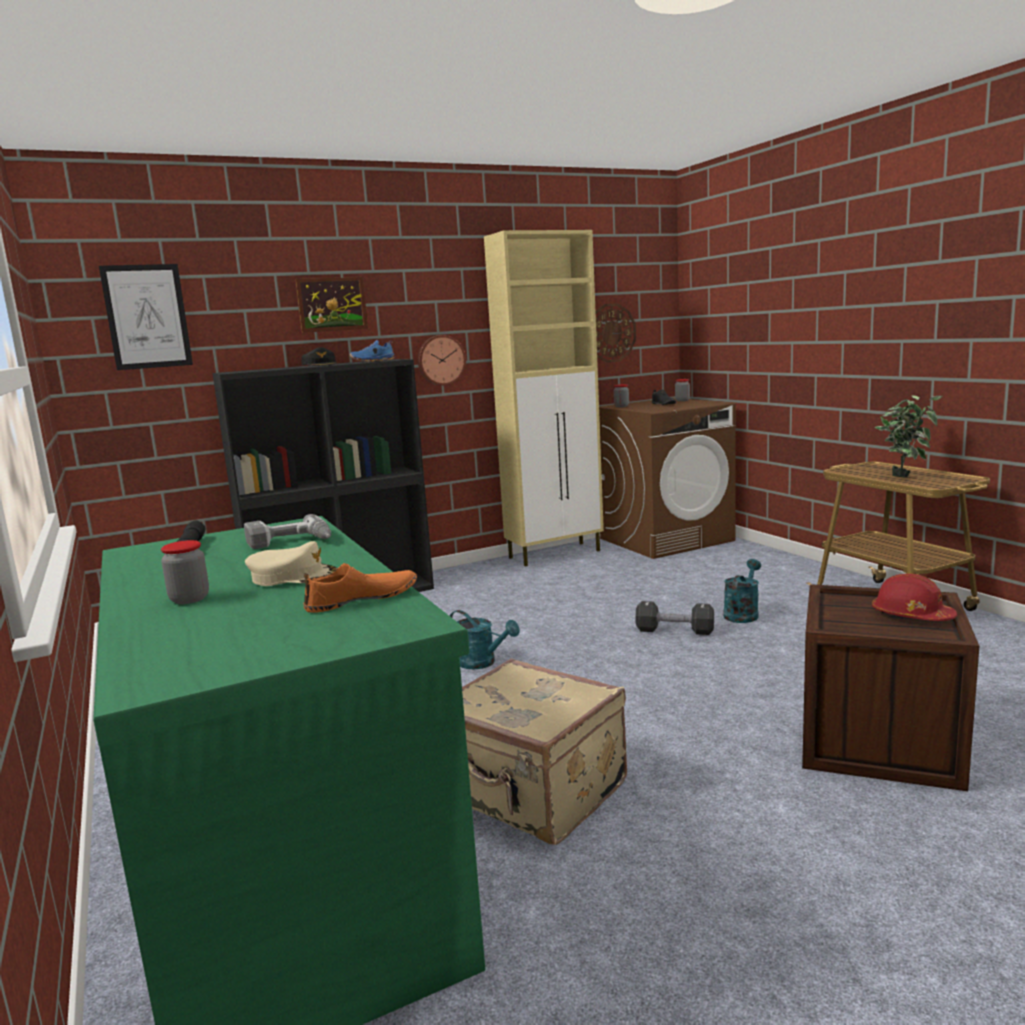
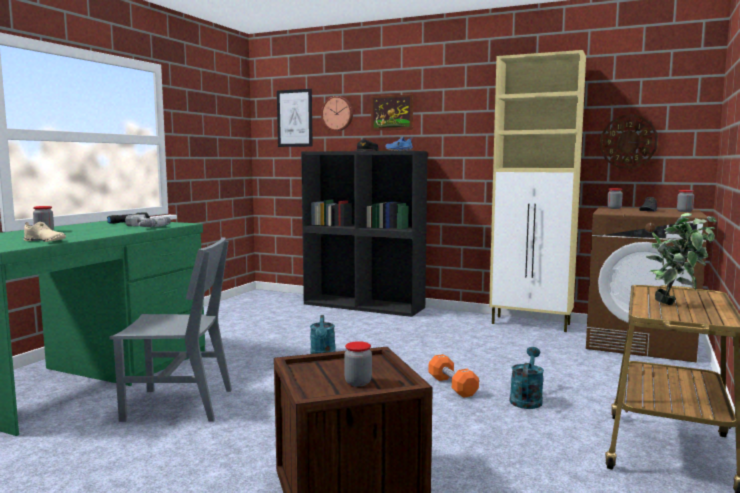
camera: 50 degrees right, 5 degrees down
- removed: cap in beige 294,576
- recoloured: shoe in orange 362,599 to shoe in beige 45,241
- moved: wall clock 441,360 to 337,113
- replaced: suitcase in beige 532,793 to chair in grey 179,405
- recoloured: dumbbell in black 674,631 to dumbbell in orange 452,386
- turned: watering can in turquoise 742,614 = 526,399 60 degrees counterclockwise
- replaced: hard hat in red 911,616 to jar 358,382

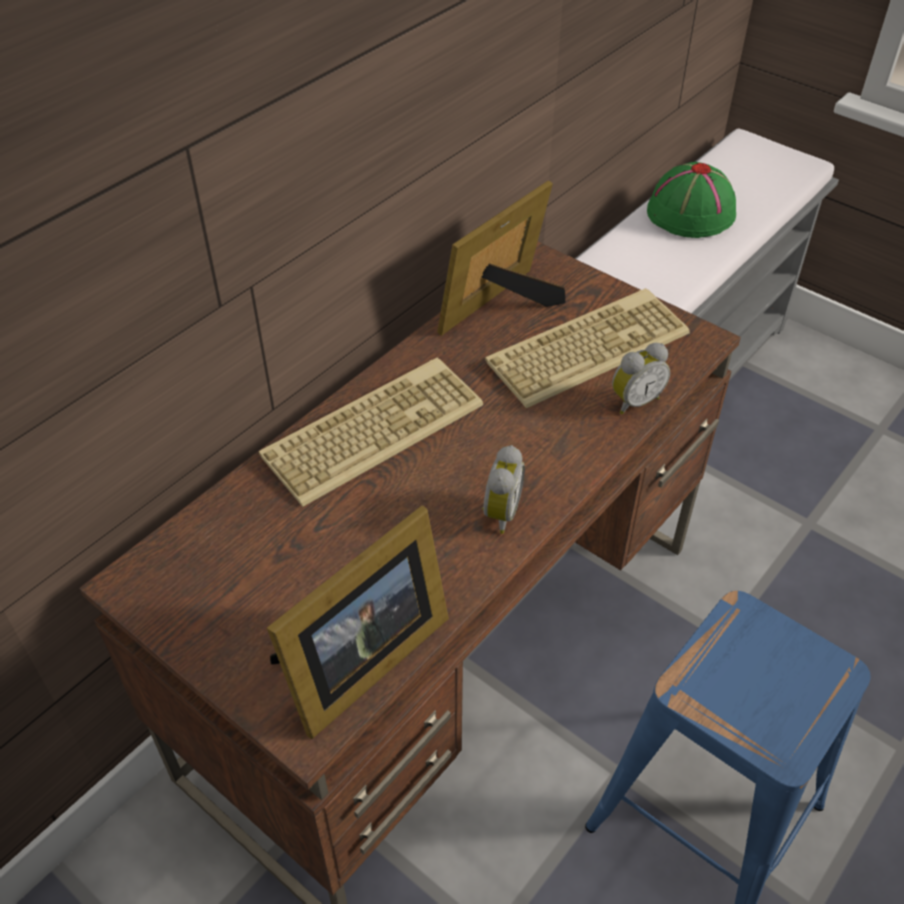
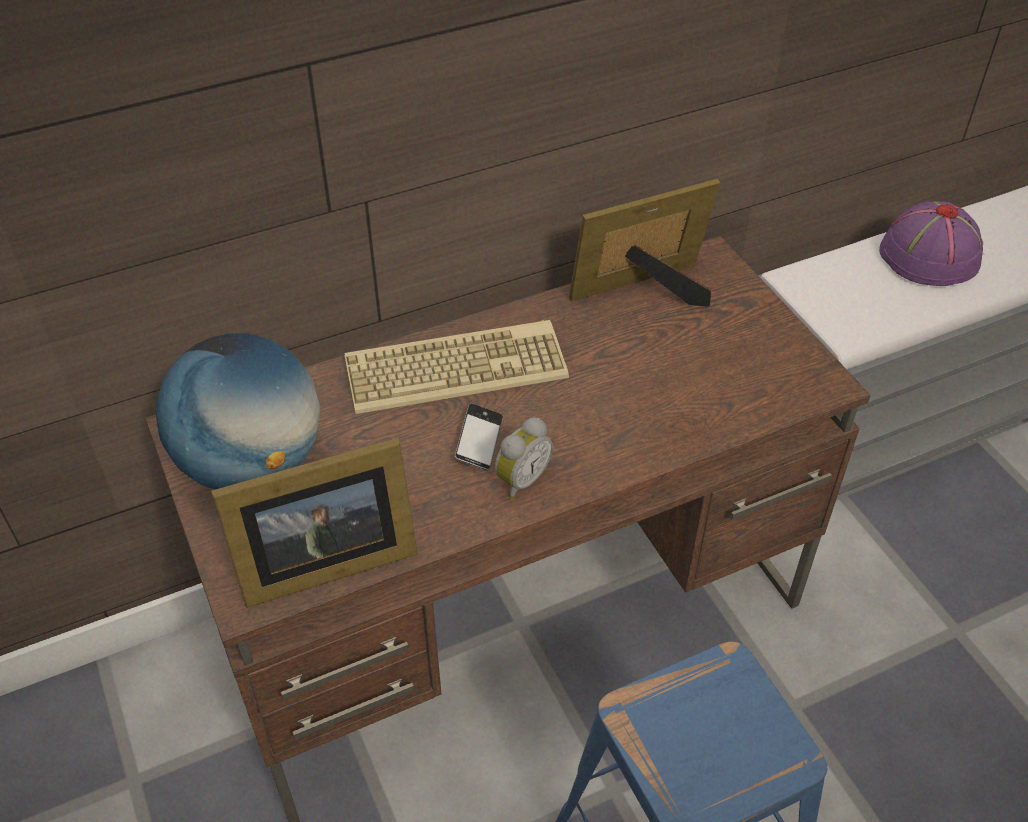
camera: 25 degrees right, 0 degrees up
- removed: keyboard 587,346
- removed: alarm clock 634,401
- recoloured: hat in green 690,214 to hat in purple 928,256
- added: globe 252,464
- added: phone 479,441

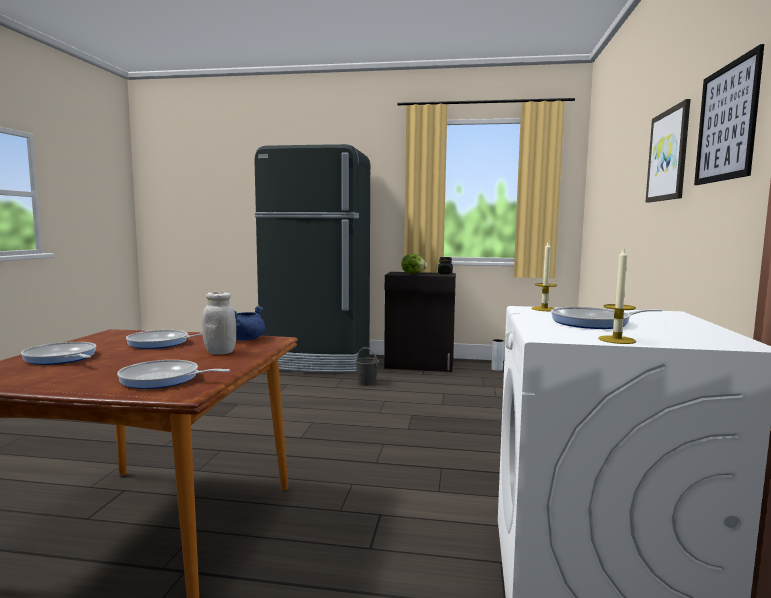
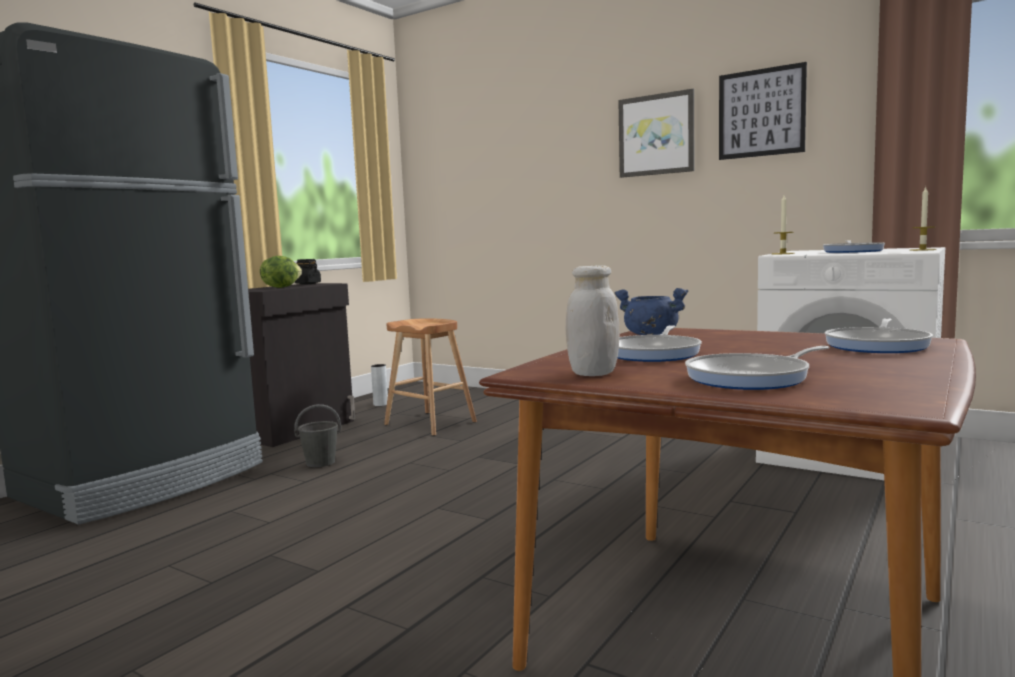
camera: 65 degrees left, 0 degrees up
- moved: jar in white 220,352 to 593,373
- added: stool in brown 430,423

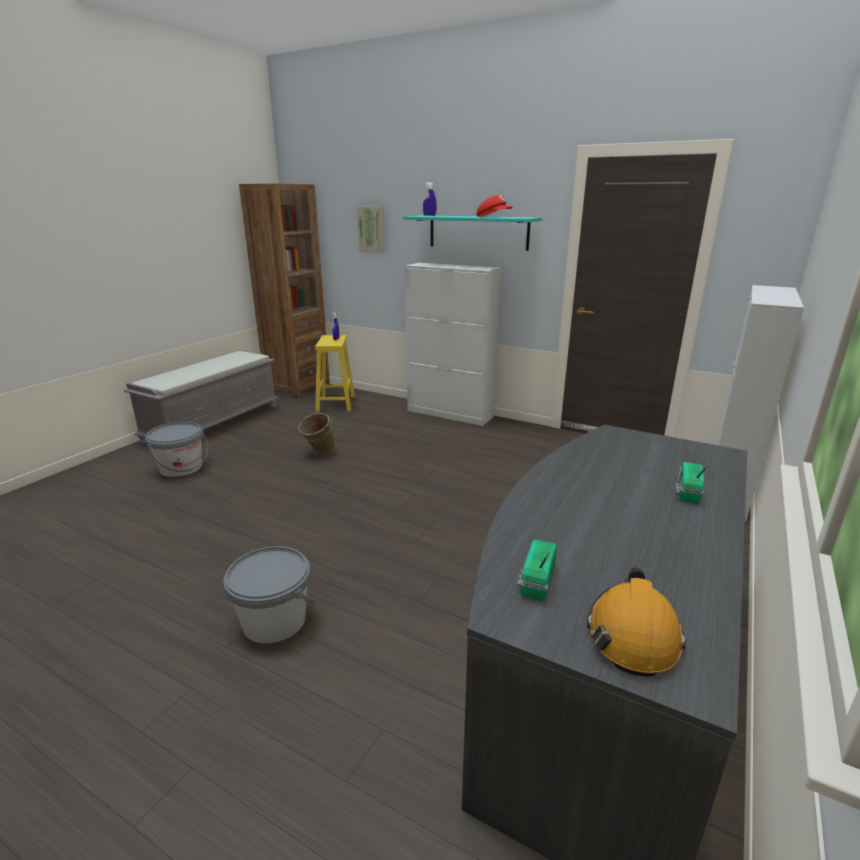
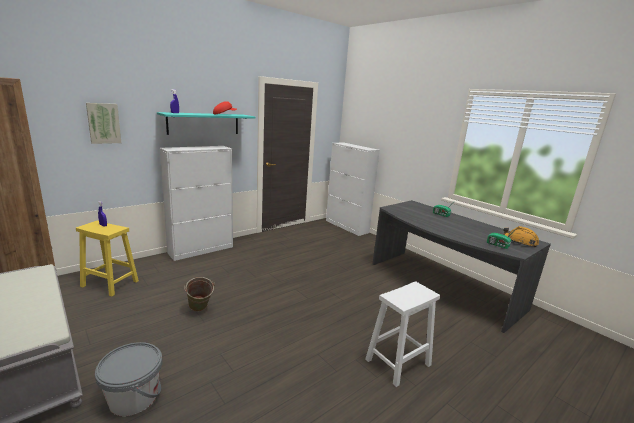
camera: 70 degrees left, 5 degrees down
- replaced: bucket in grey 274,620 to stool in white 397,363

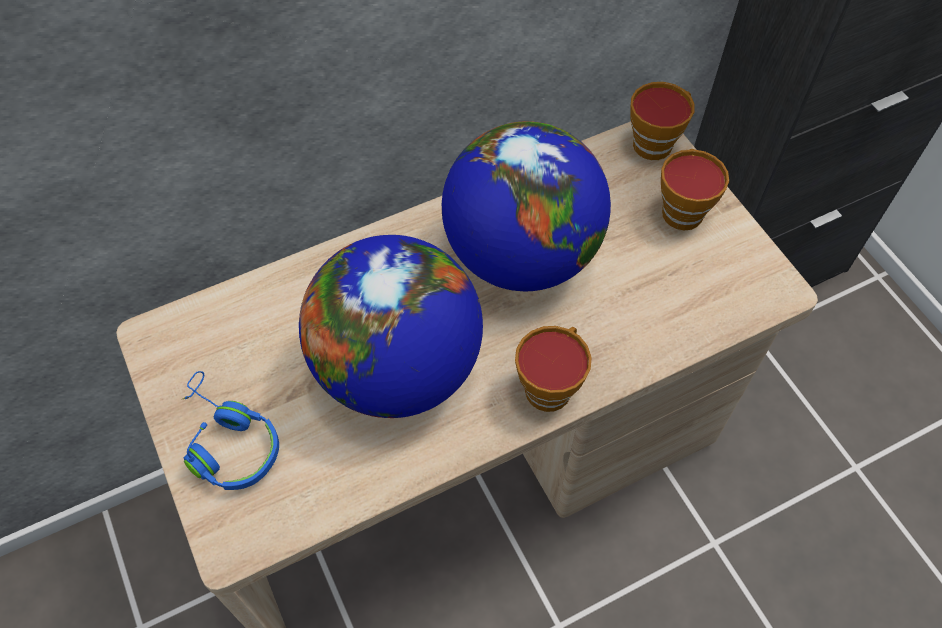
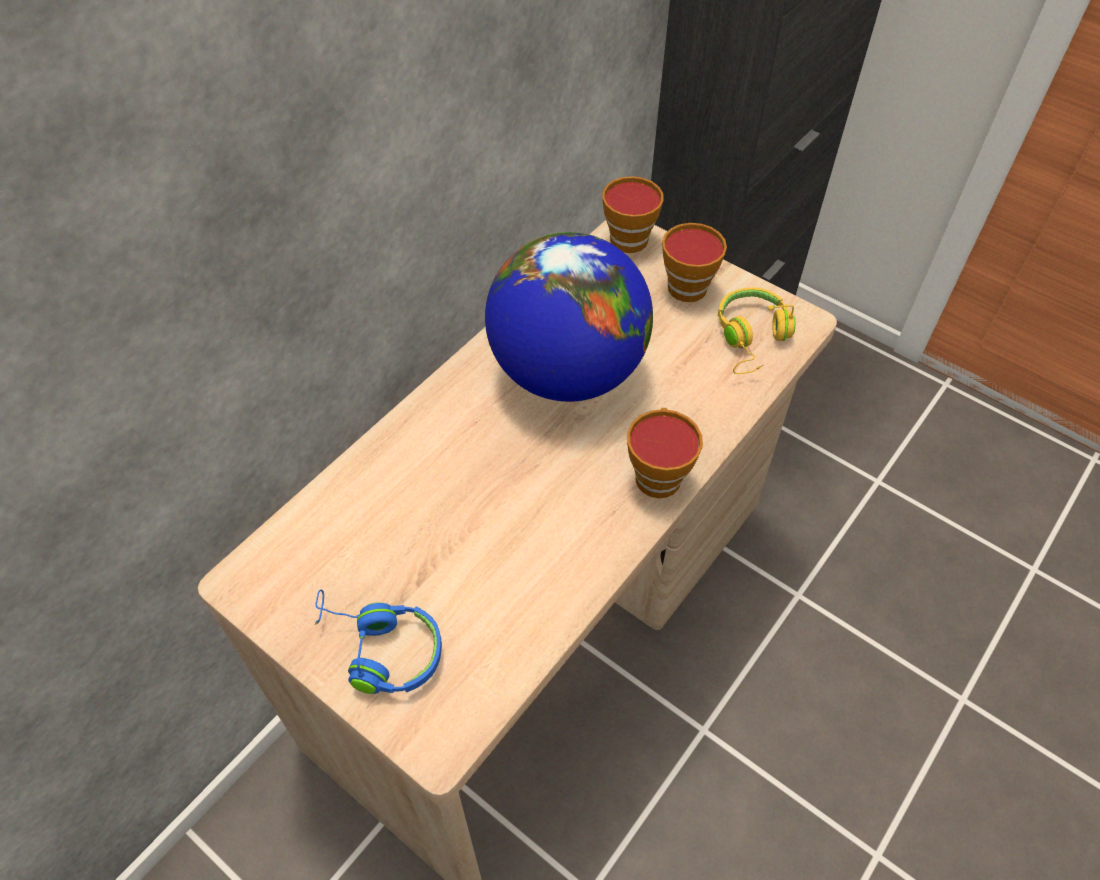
camera: 25 degrees left, 5 degrees down
- removed: globe 397,369
- added: headphones in yellow 752,338

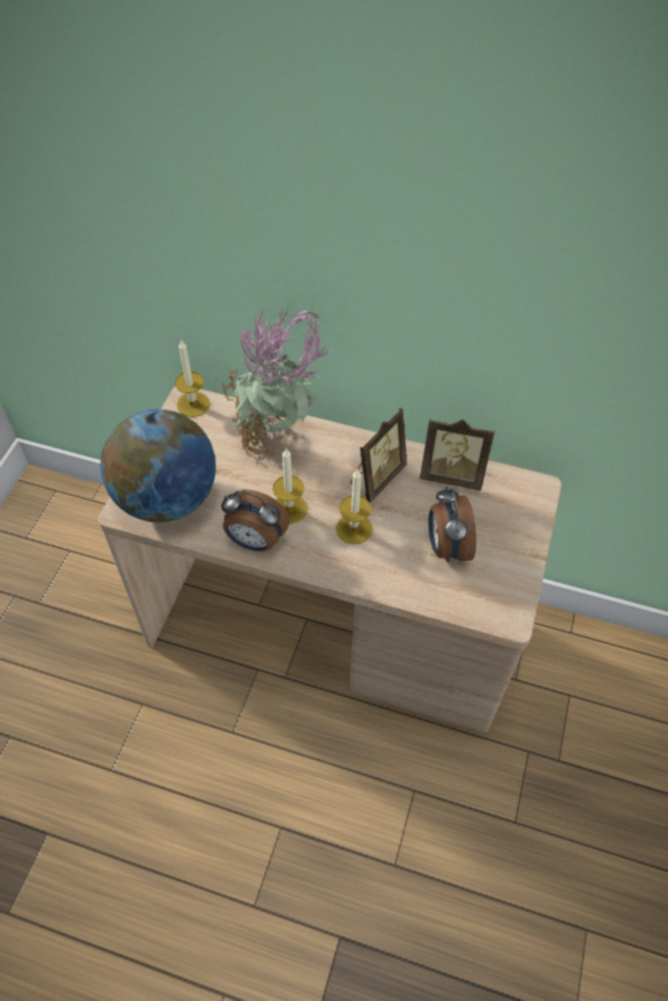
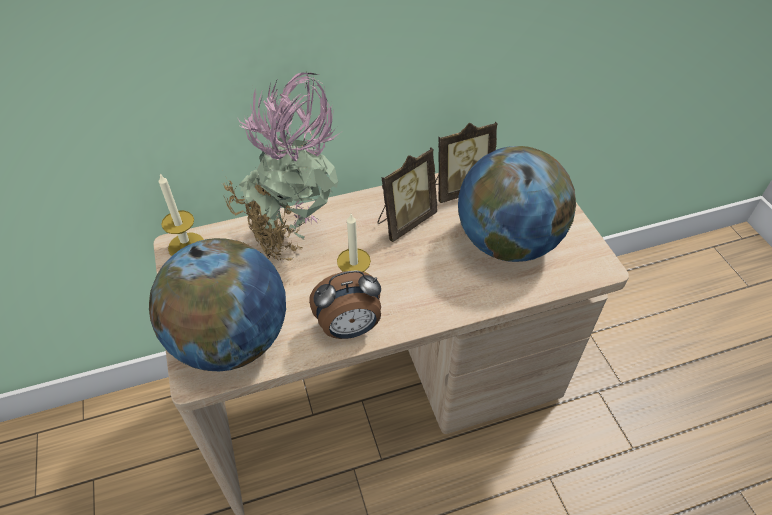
camera: 35 degrees left, 5 degrees down
- removed: candle 354,529
- turned: picture frame 376,478 = 404,221 45 degrees clockwise
- replaced: alarm clock 446,547 to globe 507,242

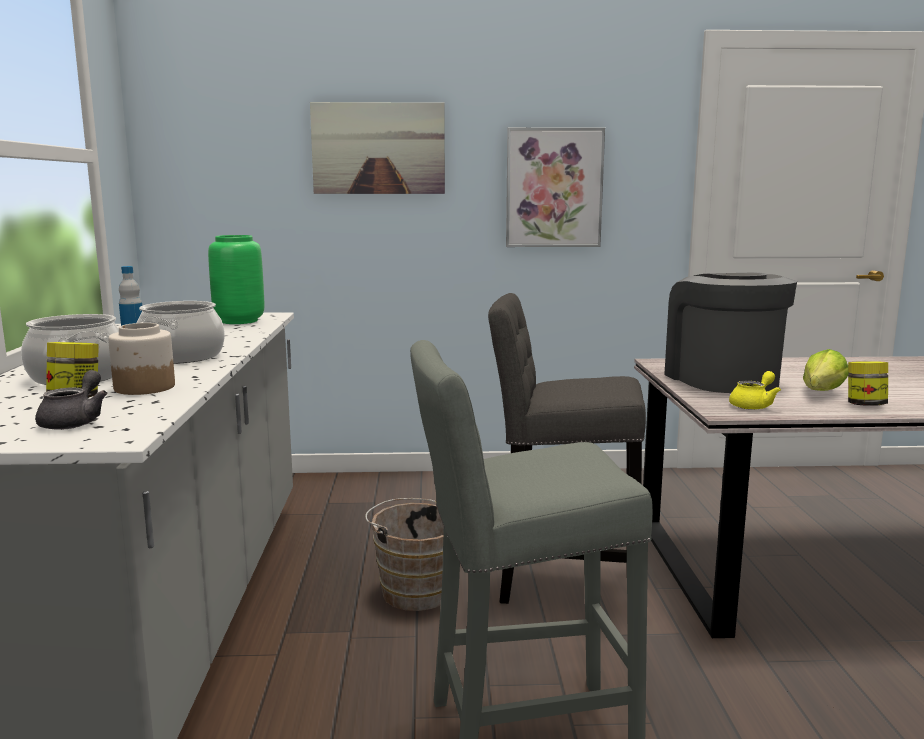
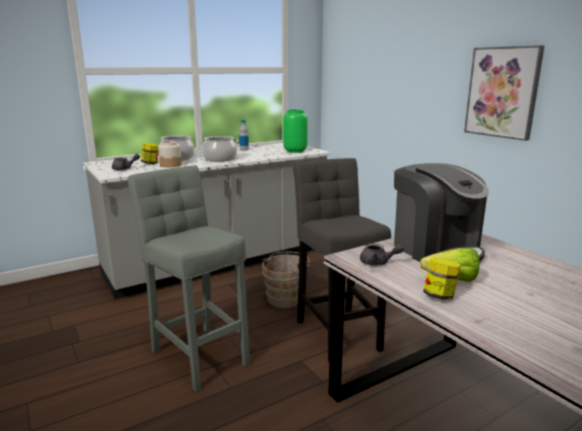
camera: 60 degrees right, 5 degrees up
- removed: picture 378,148
- turned: coffee machine 722,379 = 435,249 105 degrees clockwise
- recoloured: teapot in yellow 754,405 to teapot in grey 378,263

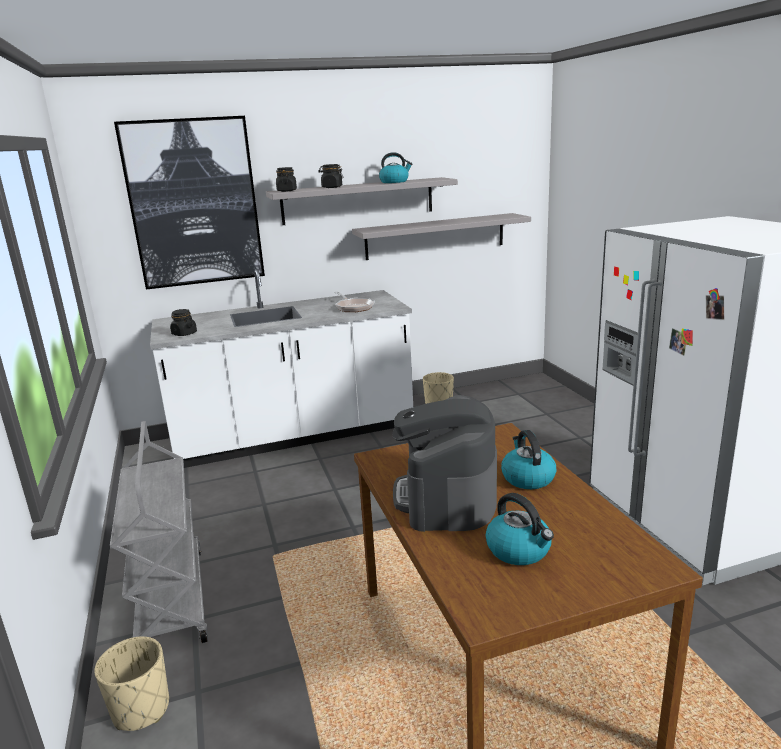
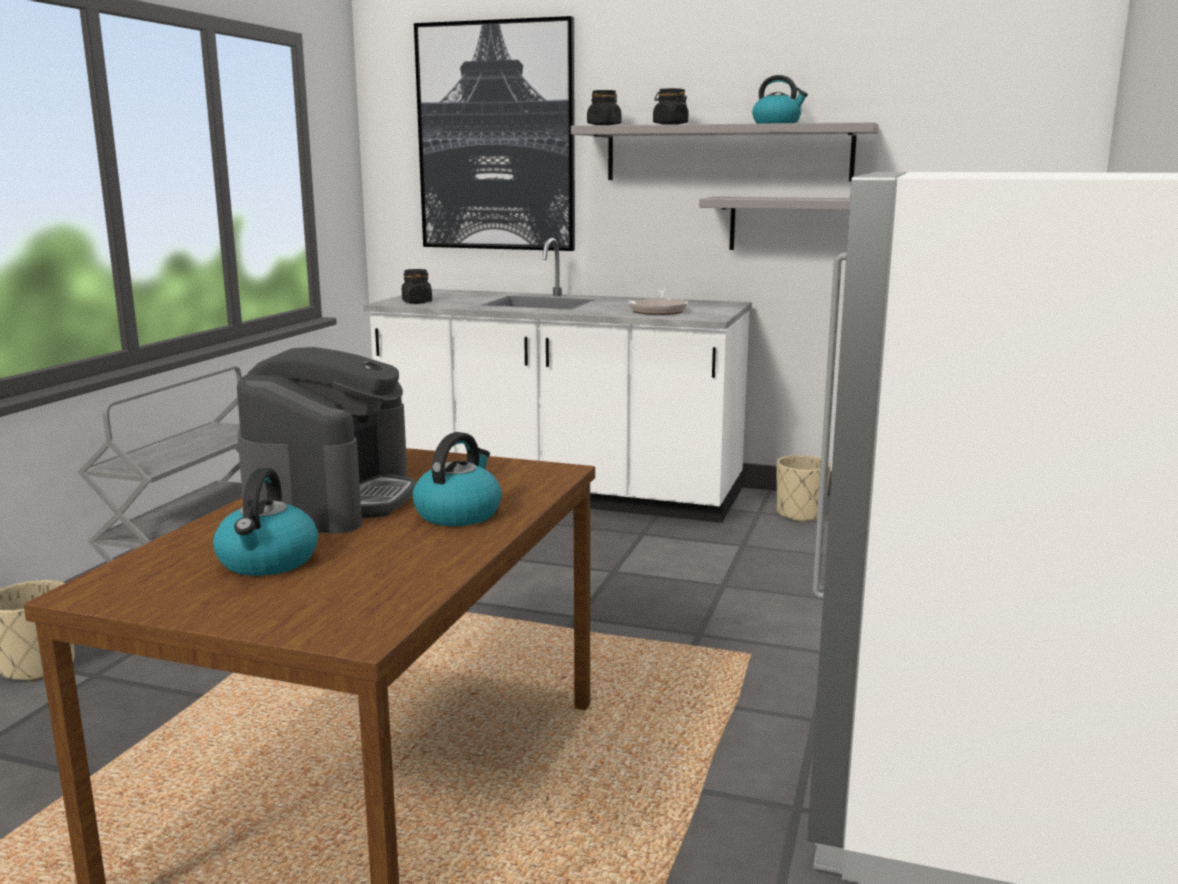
camera: 35 degrees right, 5 degrees down
- turned: coffee machine 446,497 = 331,500 150 degrees clockwise

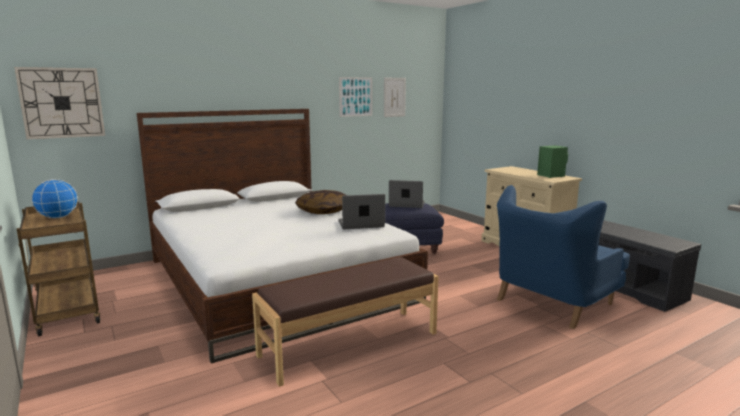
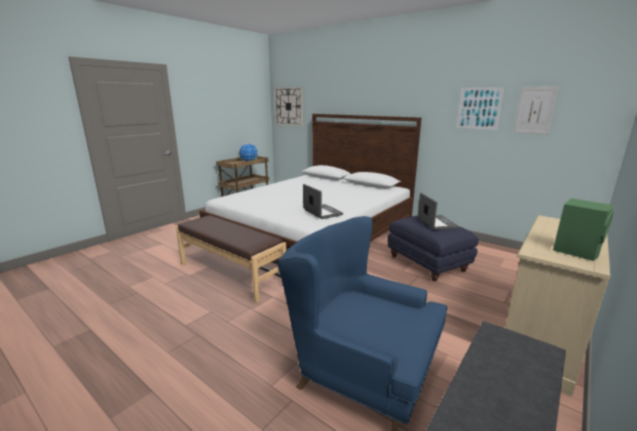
camera: 70 degrees right, 5 degrees up
- removed: pillow 324,211

